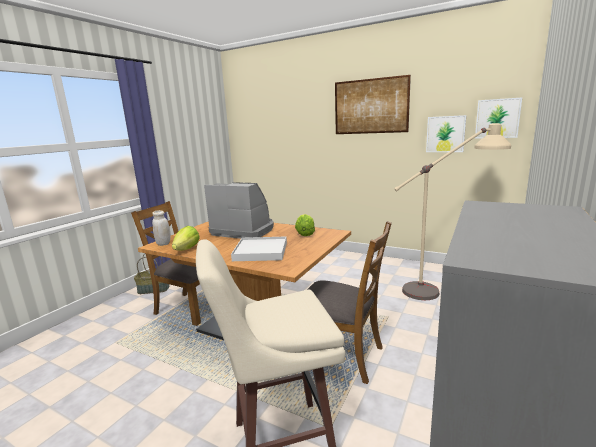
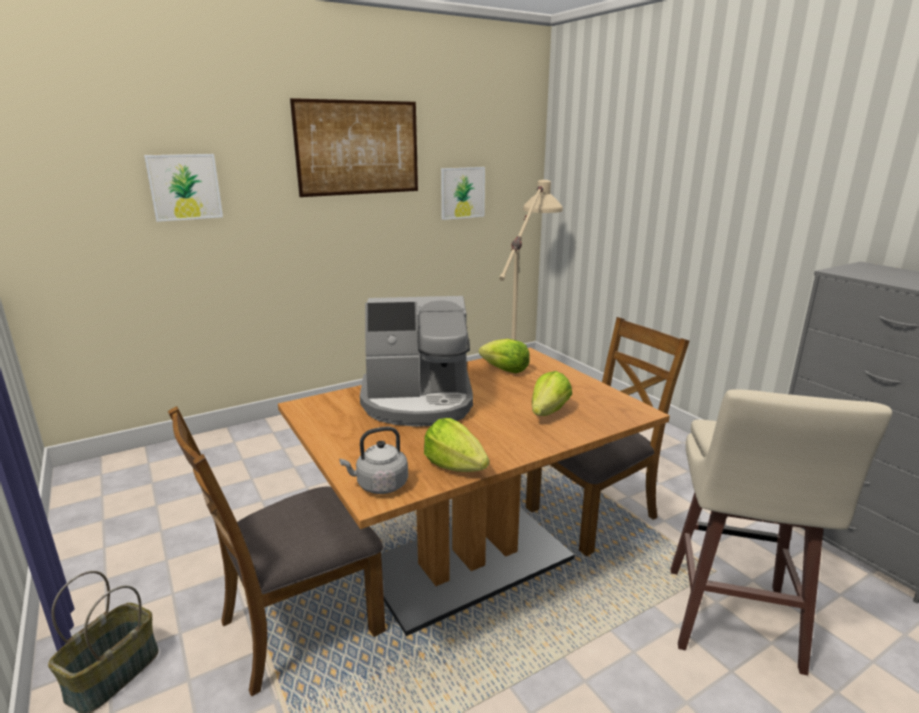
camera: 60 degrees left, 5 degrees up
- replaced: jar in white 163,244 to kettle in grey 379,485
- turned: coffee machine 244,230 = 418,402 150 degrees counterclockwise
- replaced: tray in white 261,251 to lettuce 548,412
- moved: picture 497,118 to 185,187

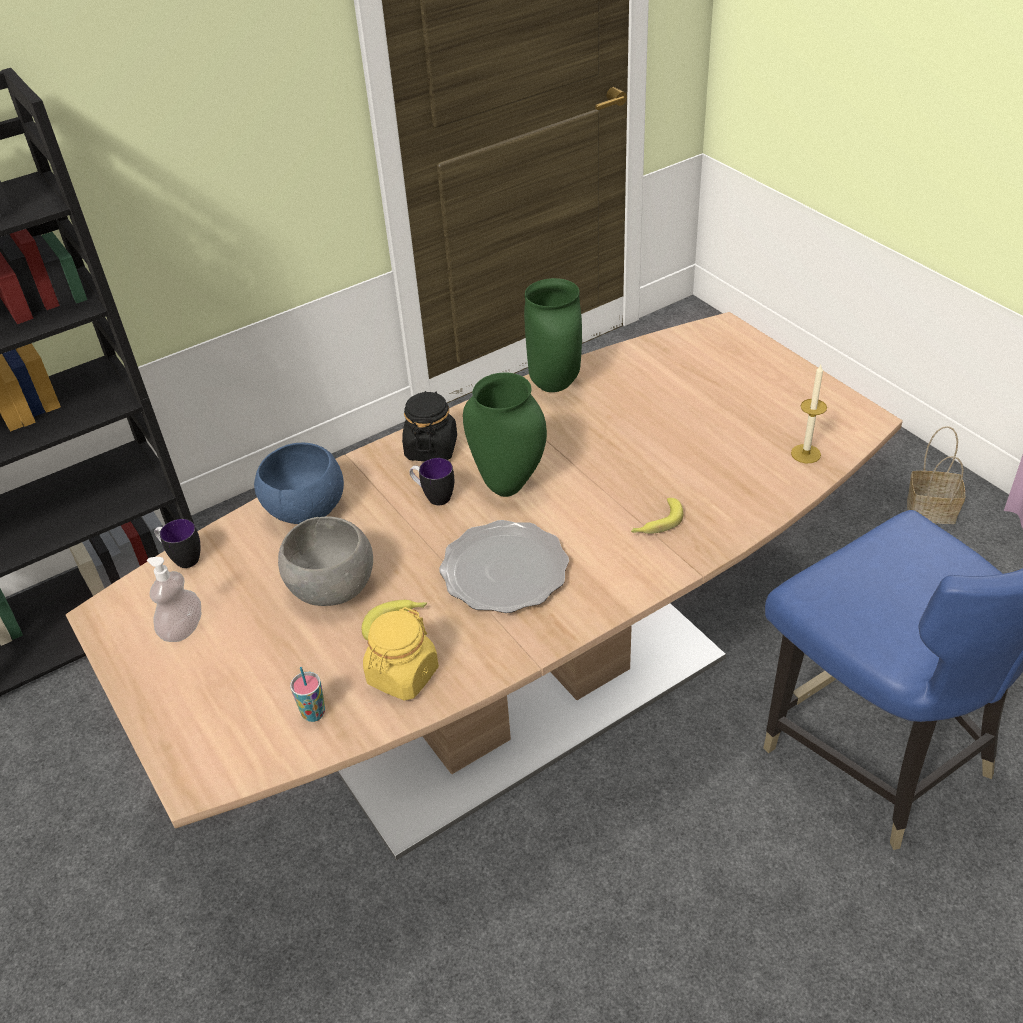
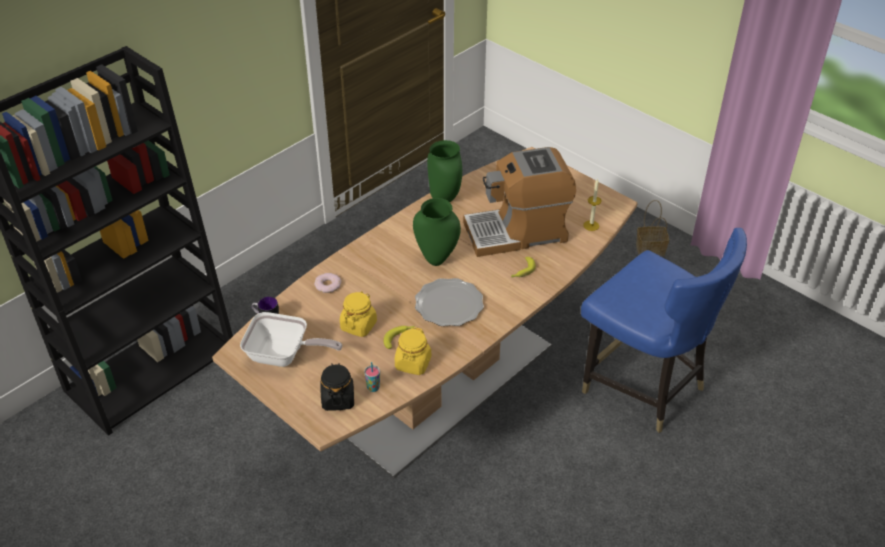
camera: 15 degrees left, 0 degrees up
- replaced: soap dispenser 183,629 to frying pan 284,356
- replaced: bowl in blue 307,510 to donut 327,285
- replaced: bowl in grey 332,589 to jar in yellow 358,325
- moved: jar in black 431,448 to 338,399
- removed: mug 433,496
- added: coffee machine 517,232

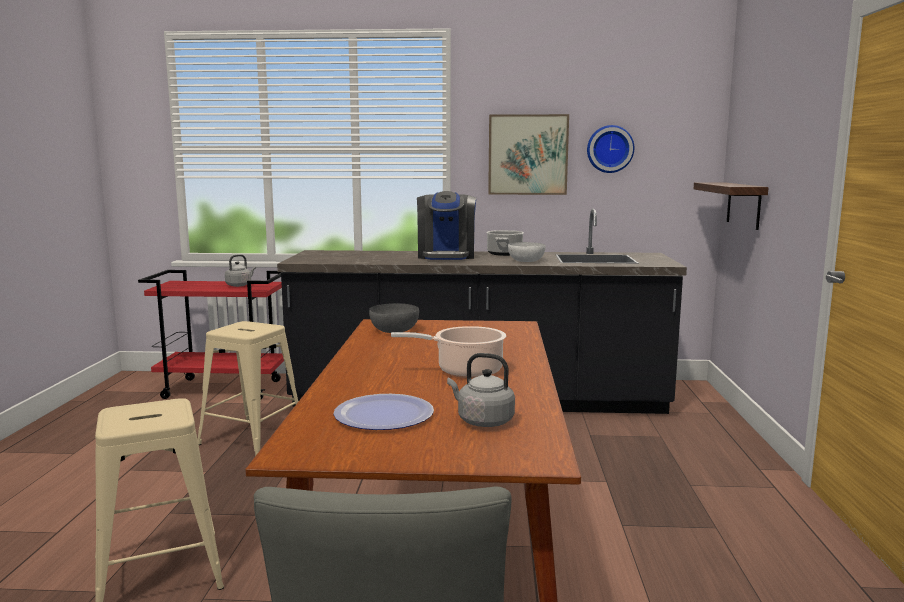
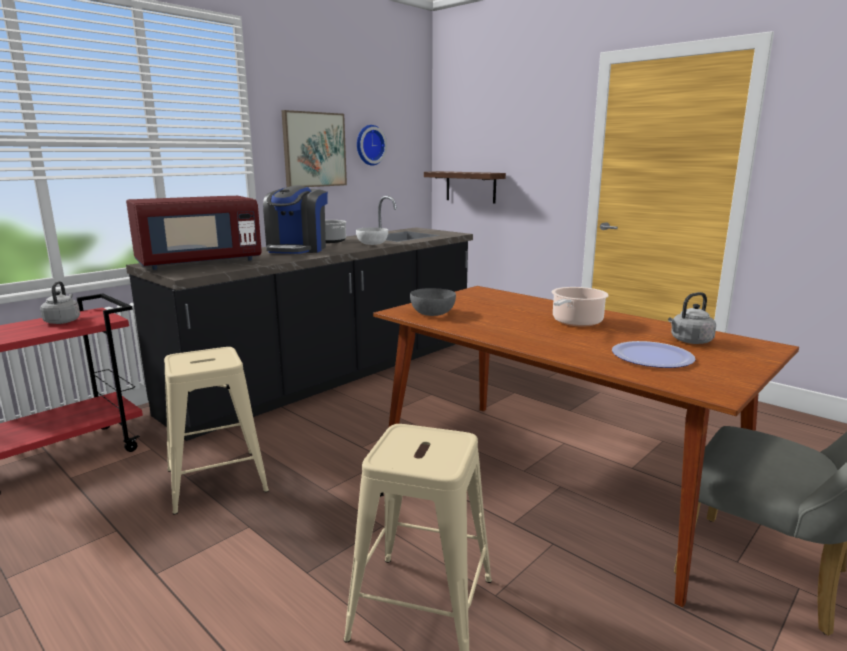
camera: 50 degrees left, 5 degrees up
- turned: coffee machine 446,256 = 297,249 60 degrees clockwise
- added: microwave in red 199,263

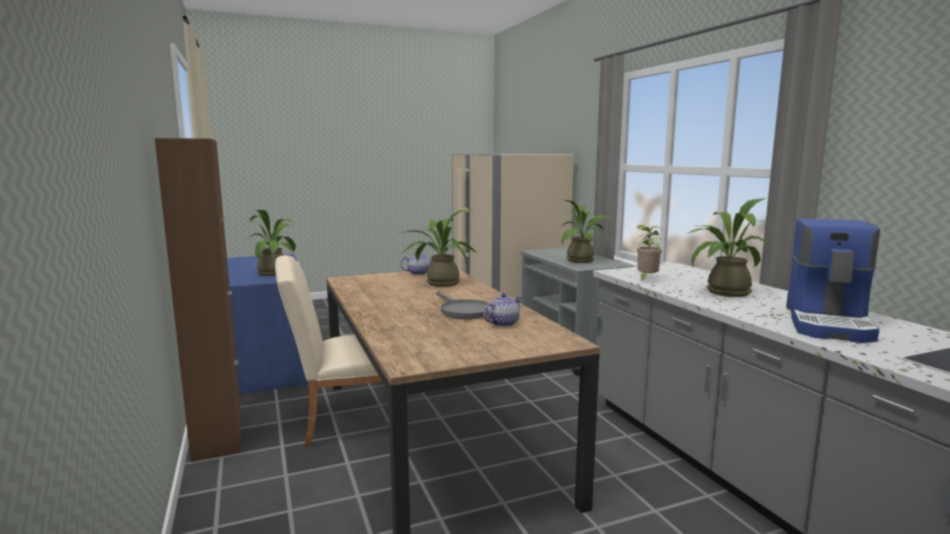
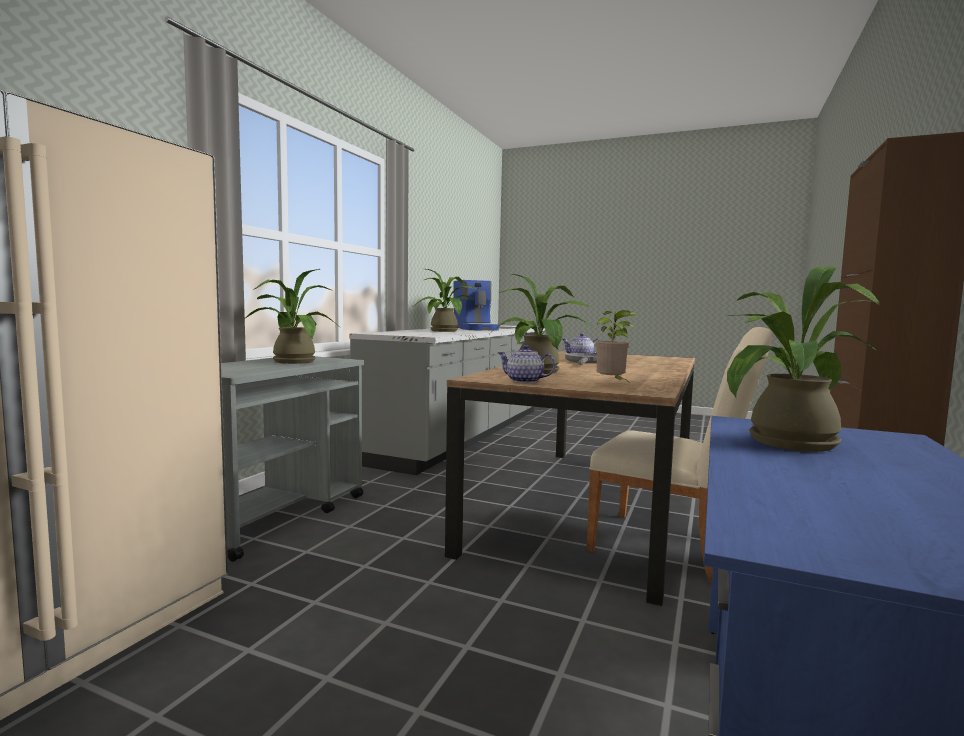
camera: 135 degrees left, 5 degrees down
- moved: potted plant 646,279 to 612,384
- turned: coffee machine 829,323 = 476,329 90 degrees clockwise

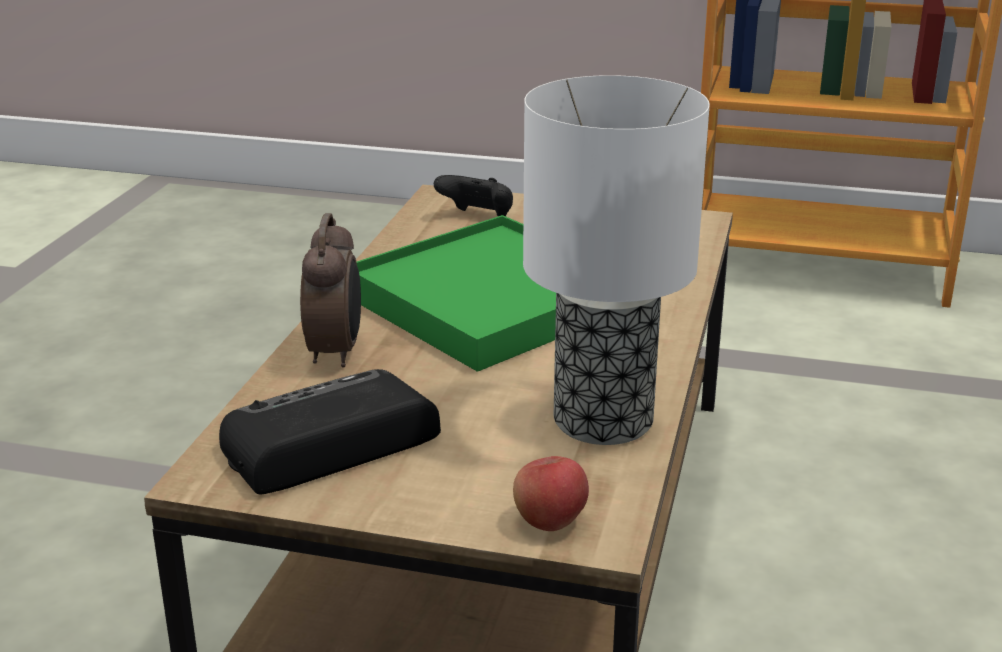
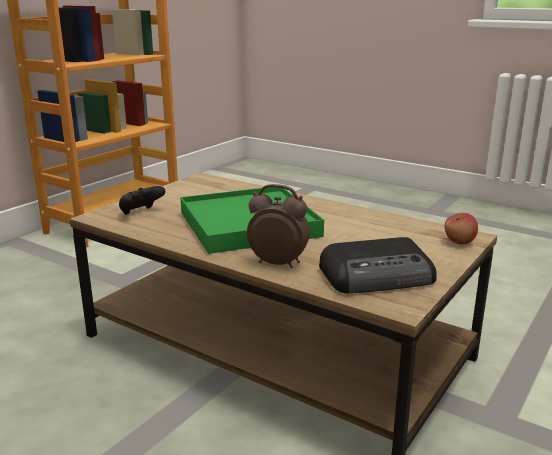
camera: 70 degrees left, 5 degrees down
- turned: radio 325,444 = 379,276 90 degrees counterclockwise
- removed: table lamp 603,418

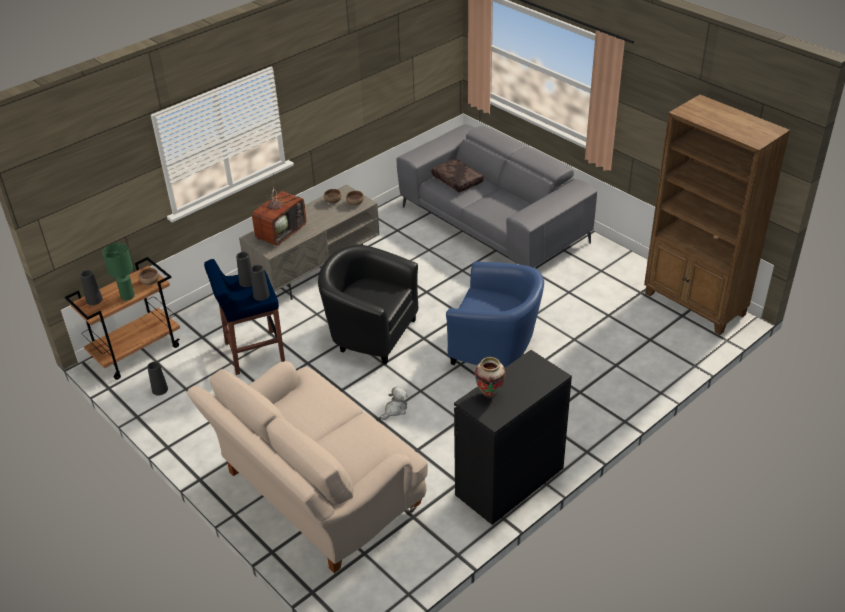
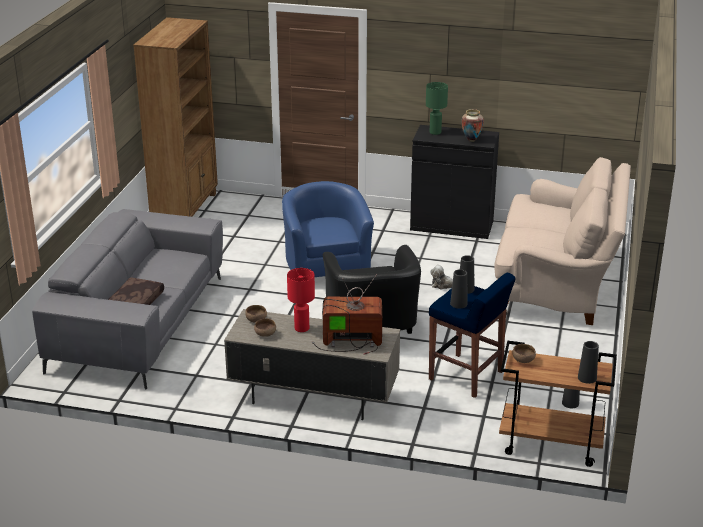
camera: 125 degrees left, 10 degrees down
- moved: table lamp in green 127,296 to 435,132
- added: table lamp in red 301,328

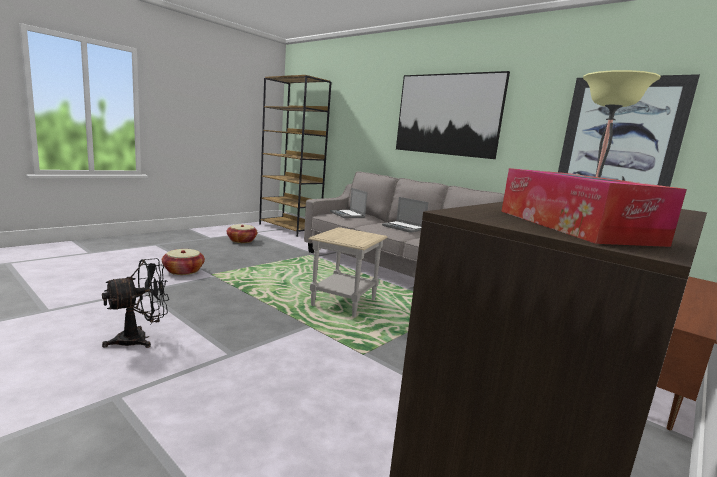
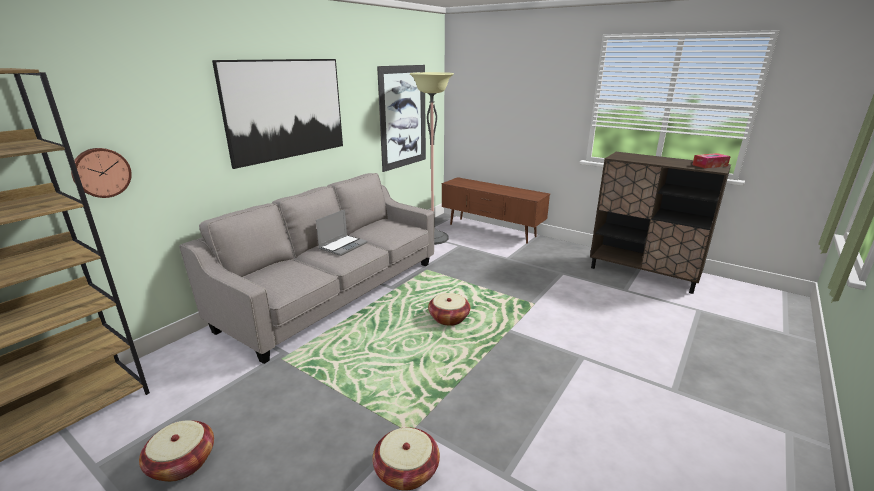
camera: 95 degrees left, 10 degrees up
- removed: fan in black 140,339
- replaced: side table in beige 343,303 to basket 449,318
- removed: laptop 348,215
- added: wall clock 101,172

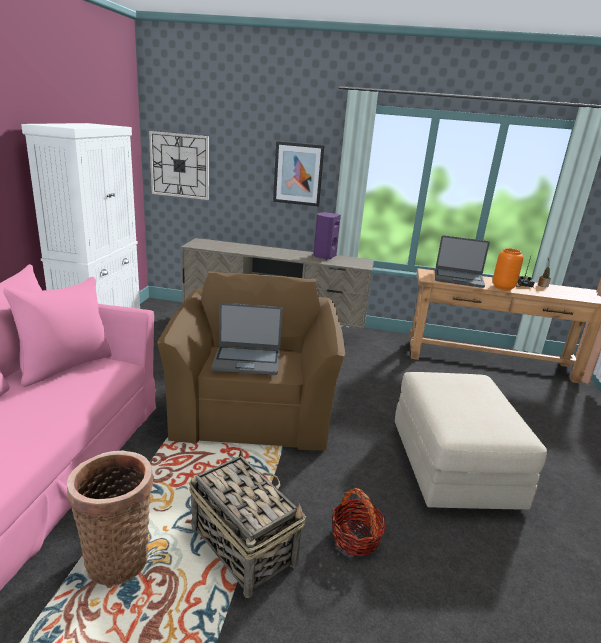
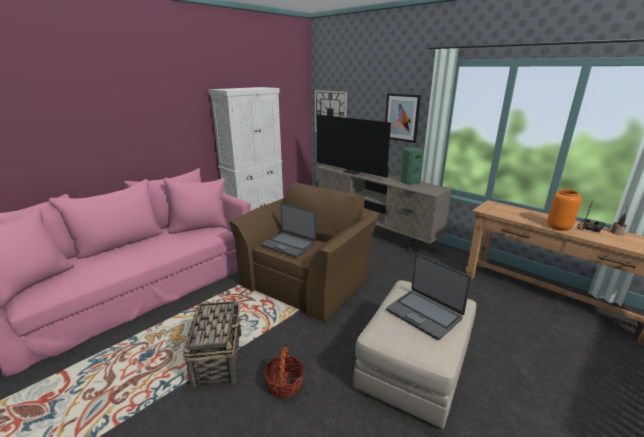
camera: 35 degrees right, 0 degrees up
- removed: basket 118,557
- recoloured: speaker in purple 324,256 to speaker in green 409,182
- moved: laptop 458,279 to 424,314
- added: television 352,172

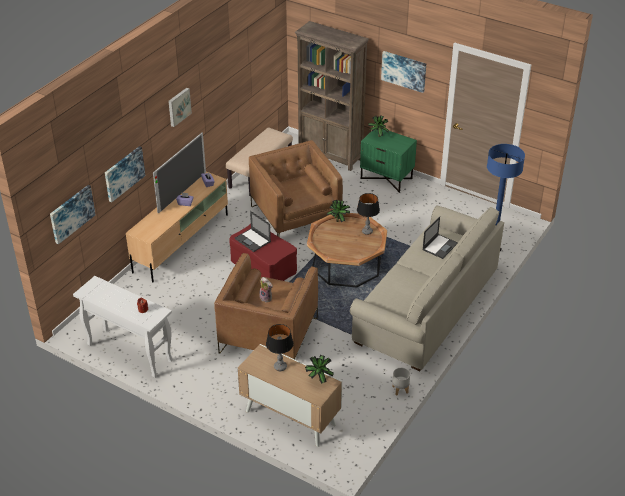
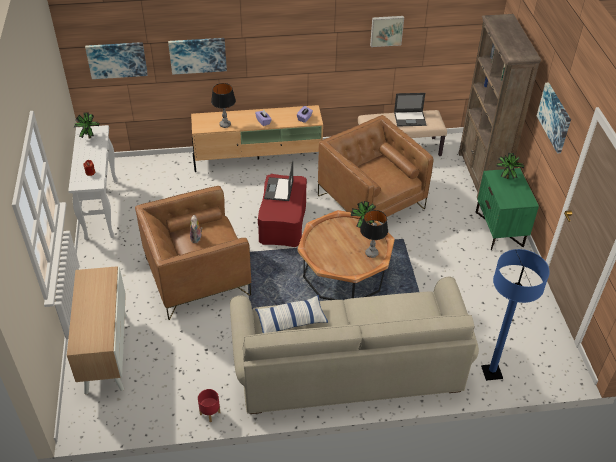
camera: 50 degrees right, 5 degrees up
- removed: television 182,192
- moved: picture 178,106 to 386,30
- turned: armchair in brown 295,216 = 370,202 60 degrees counterclockwise
- moved: table lamp 280,367 to 225,124
- moved: potted plant 318,379 to 89,136
- recoloured: planter in grey 400,390 to planter in red 210,413
- moved: laptop 440,246 to 410,119
- added: pillow 291,320

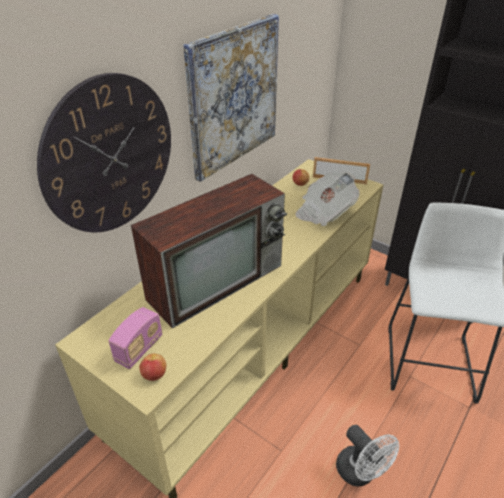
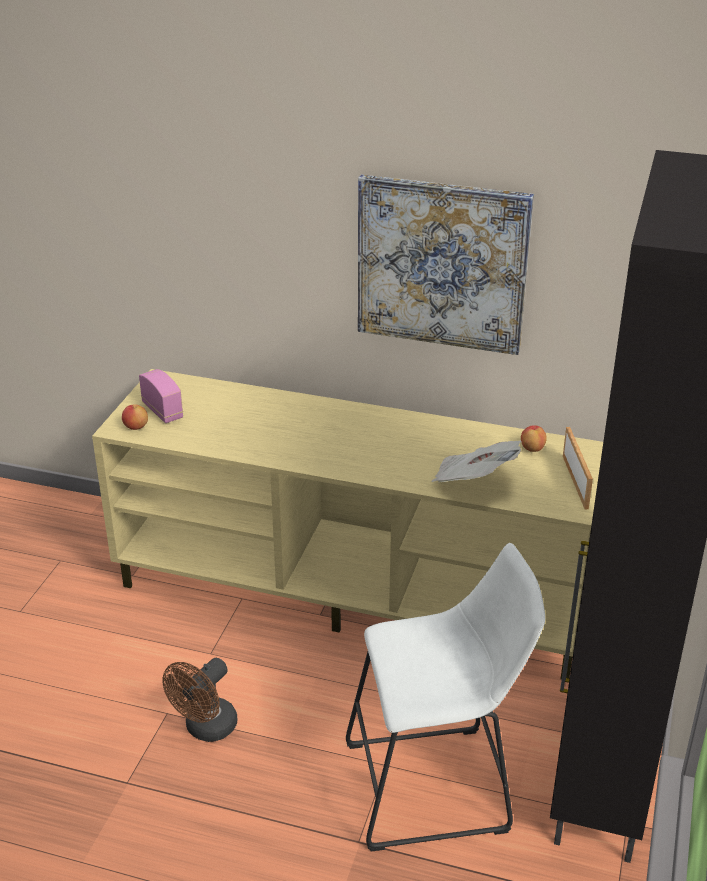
camera: 70 degrees right, 5 degrees down
- removed: wall clock 110,156
- turned: radio 139,349 = 162,411 135 degrees counterclockwise
- removed: television 217,280
- recoloured: fan in white 360,473 to fan in brown 206,729

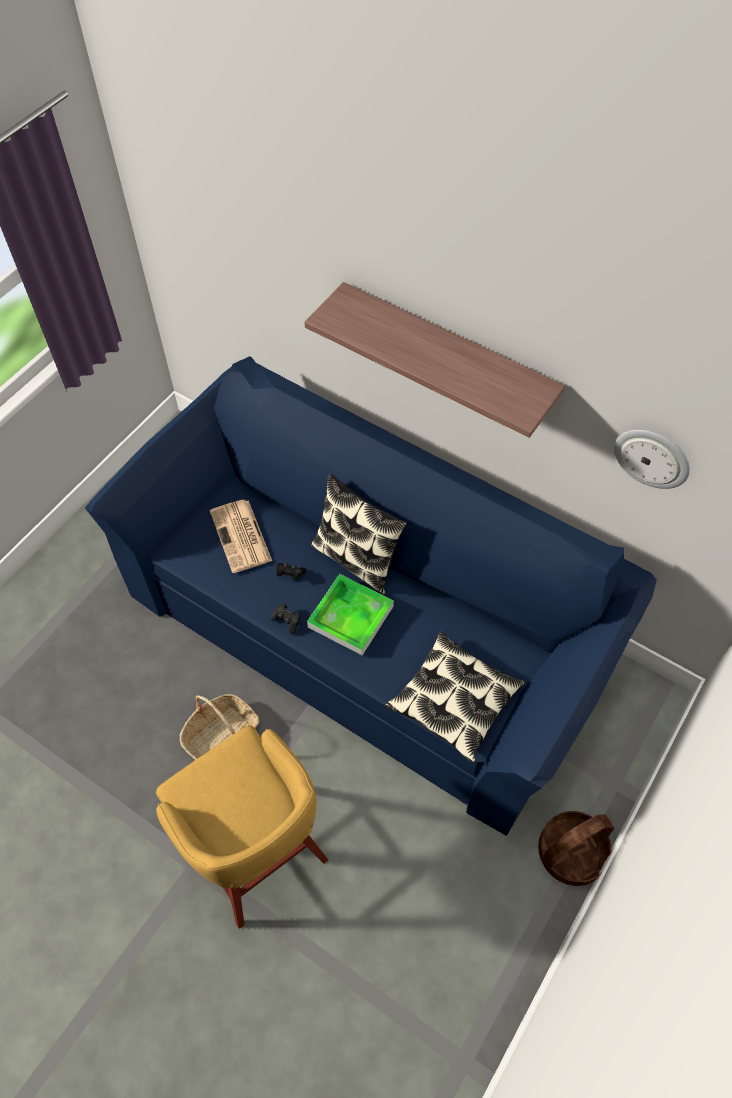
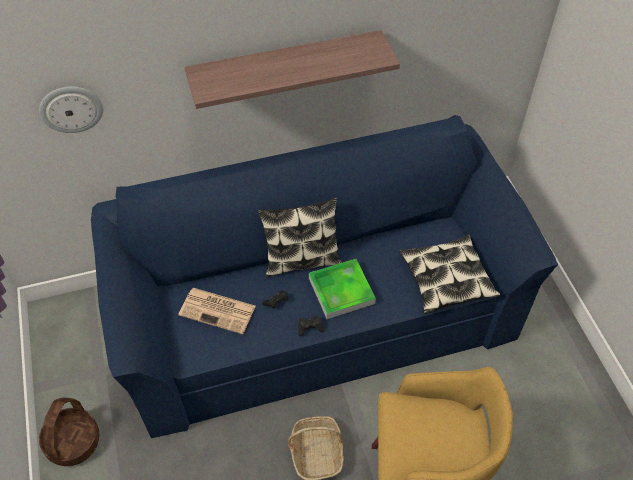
camera: 50 degrees left, 5 degrees down
- moved: basket 571,852 to 73,441
- moved: wall clock 652,457 to 71,108

